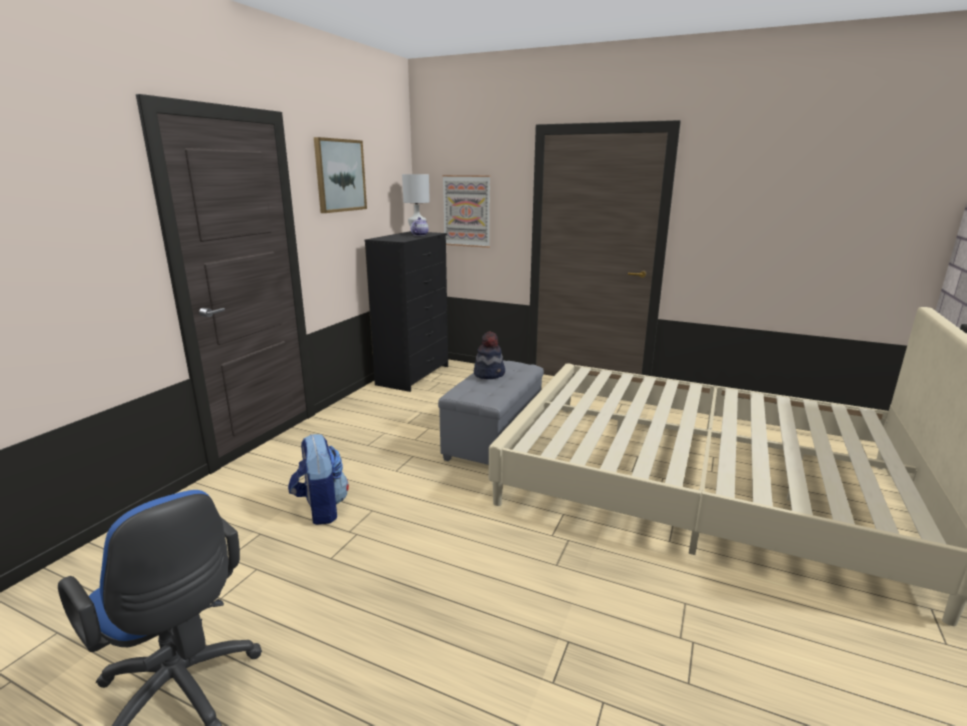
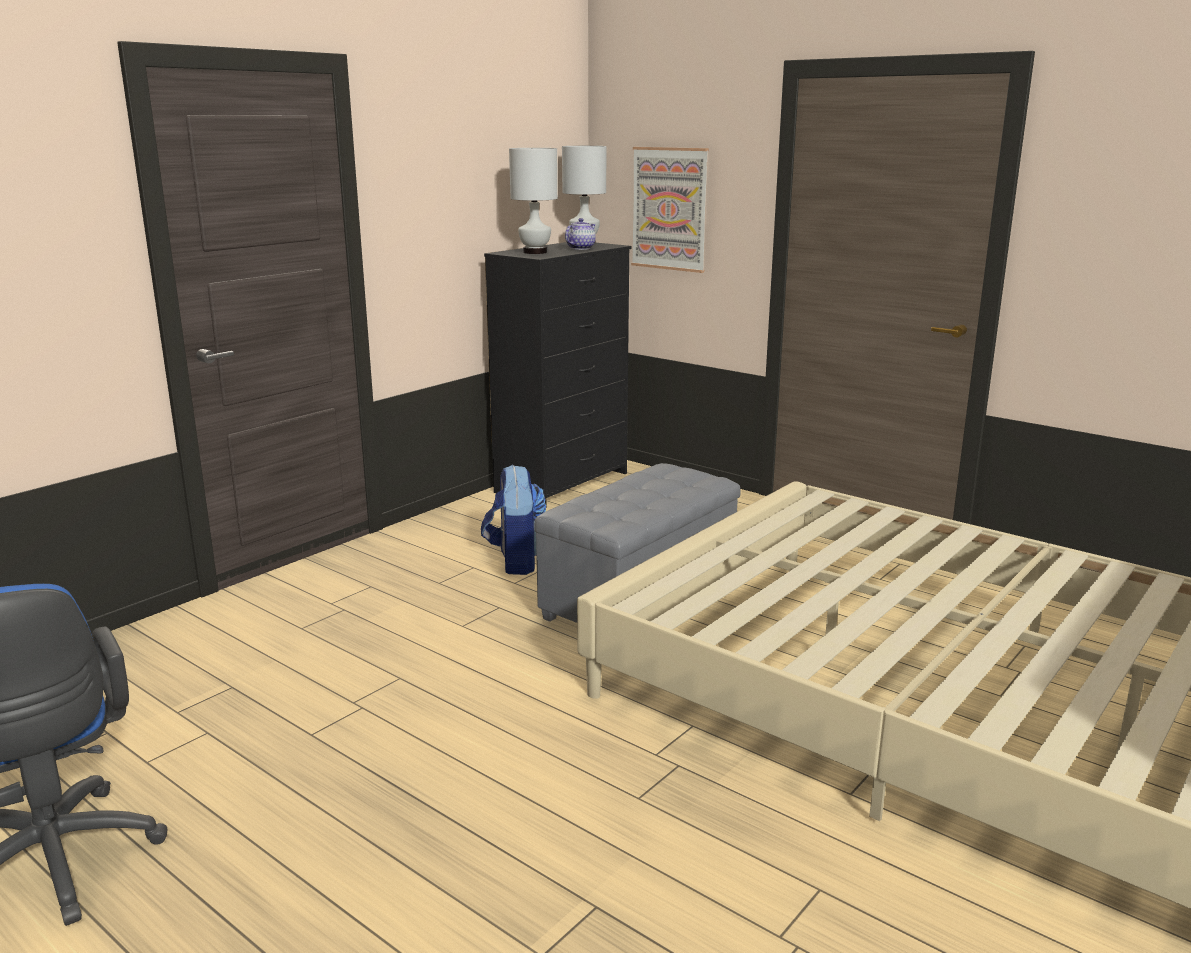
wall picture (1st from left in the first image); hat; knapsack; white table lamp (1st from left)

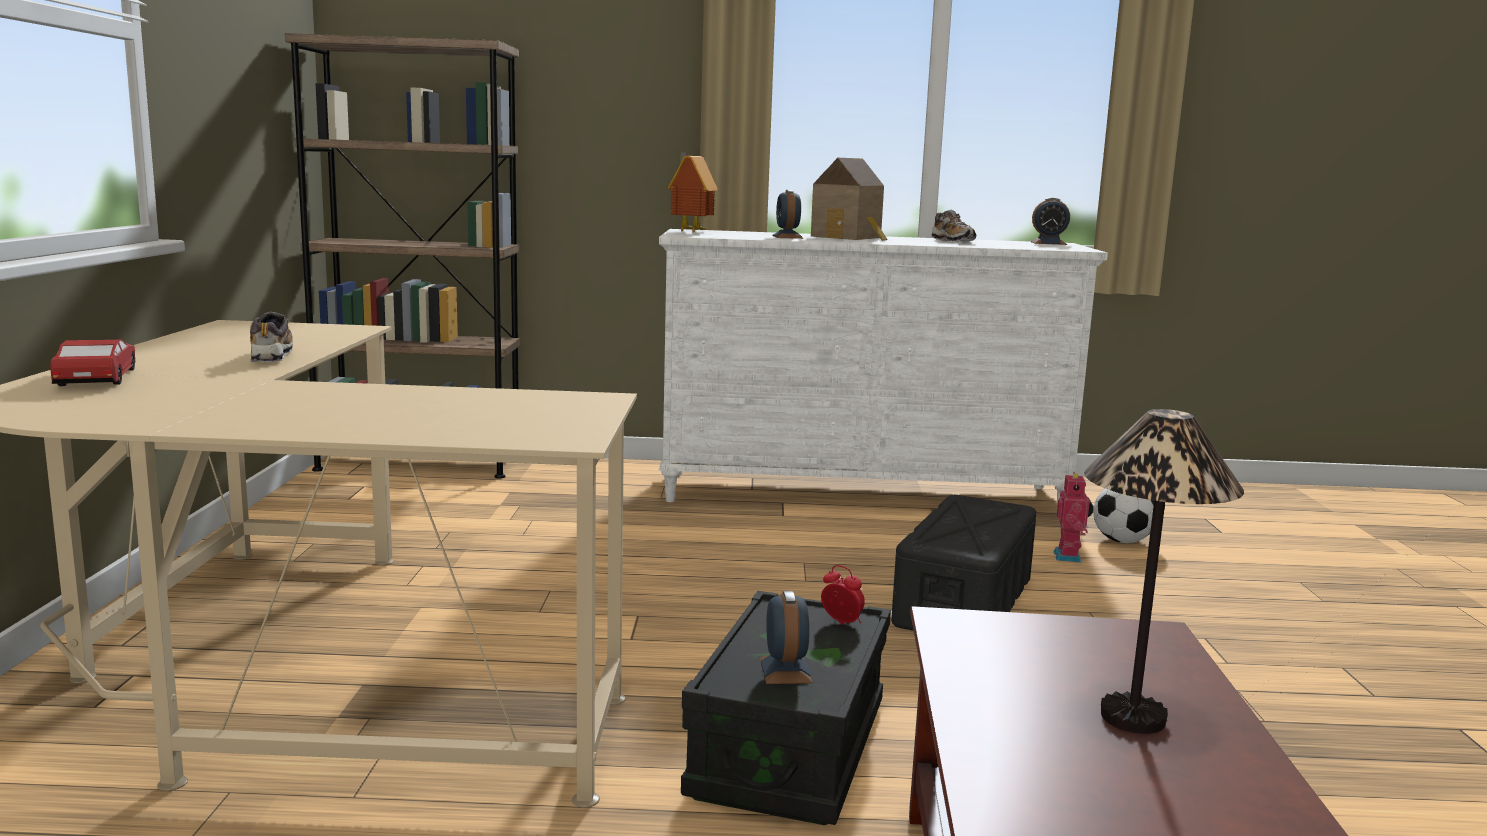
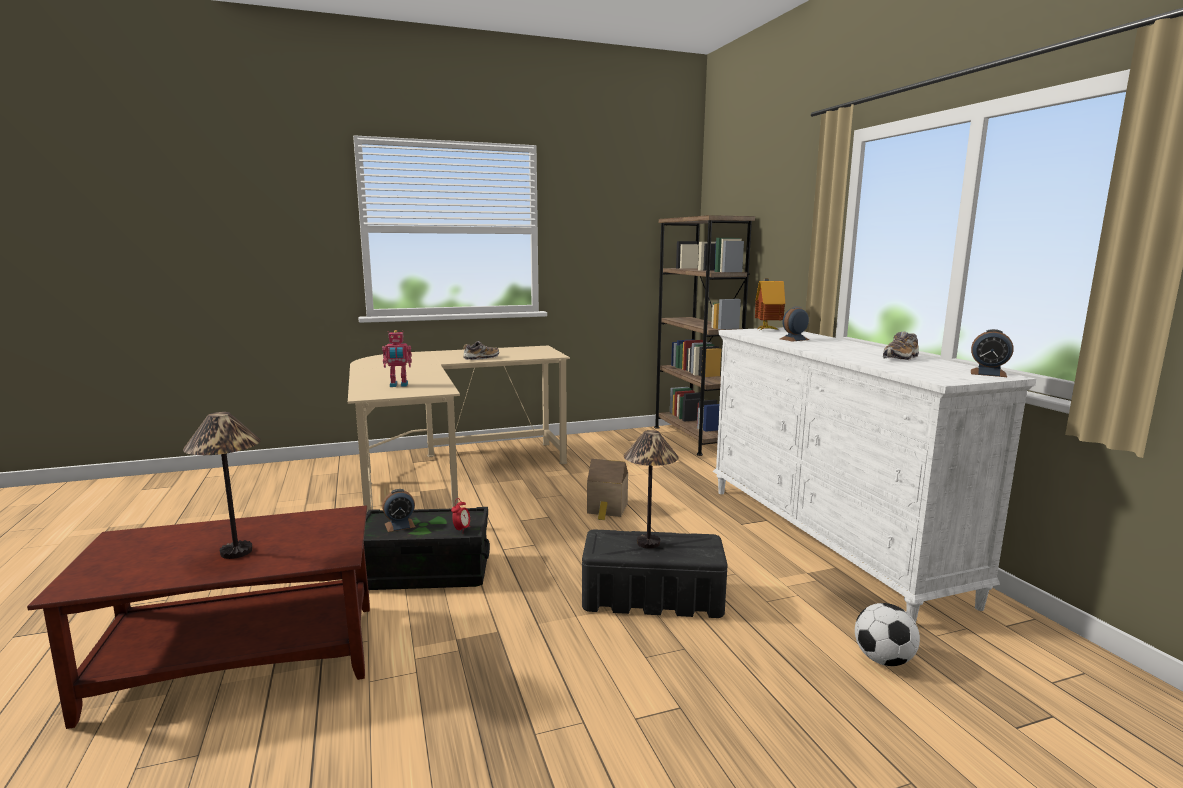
miniature house (1st from left); bedside clock (4th from left); model car; robot figure; table lamp (2nd from left)

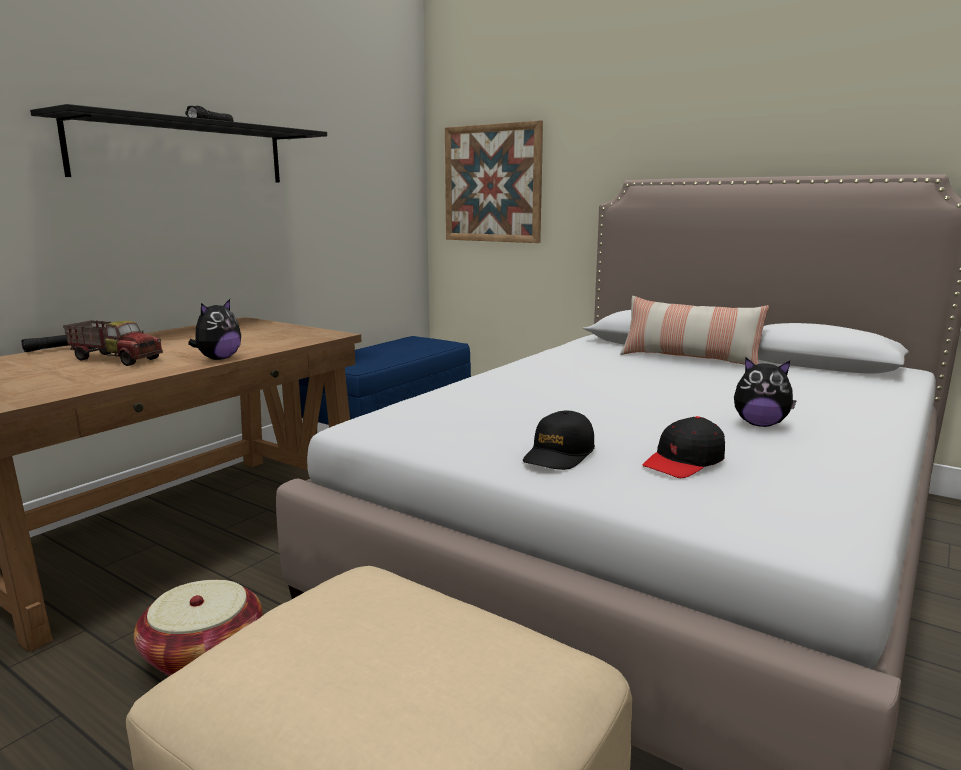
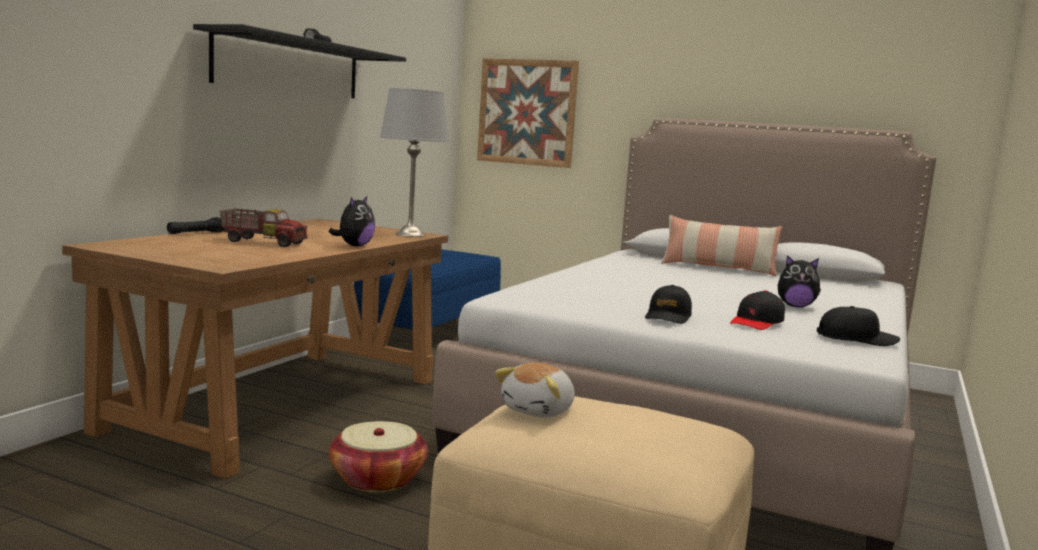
greyish table lamp; black baseball cap (3rd from left); cuddly toy (2nd from left)

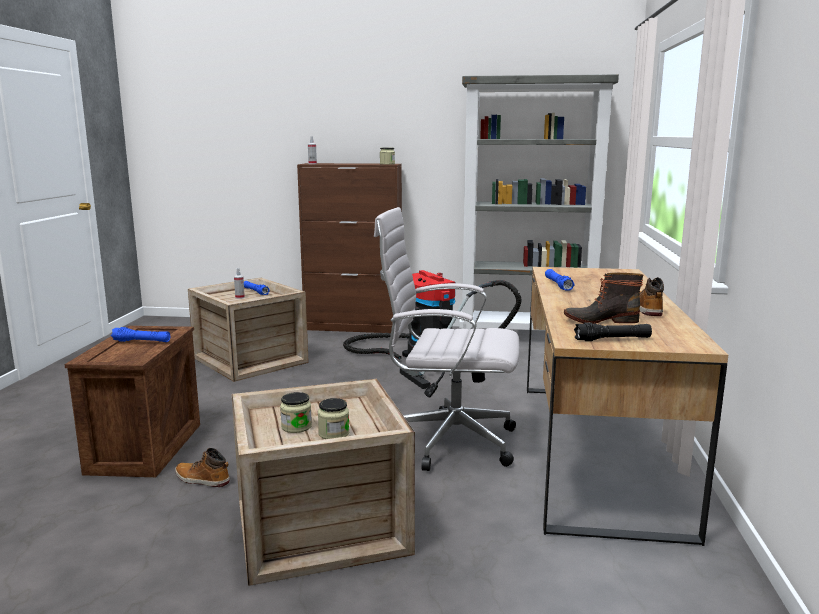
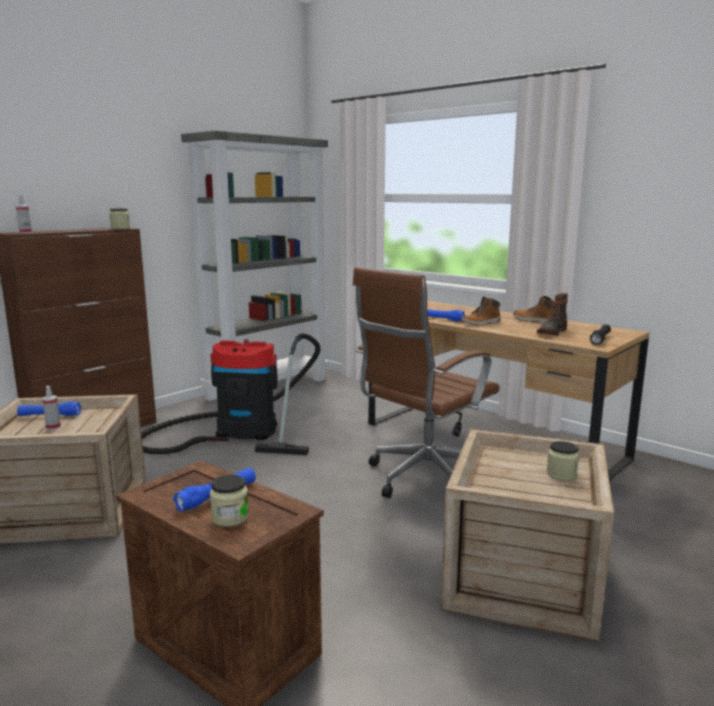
brown-coloured office chair; storage jar (2nd from left); tall boot (1st from left)

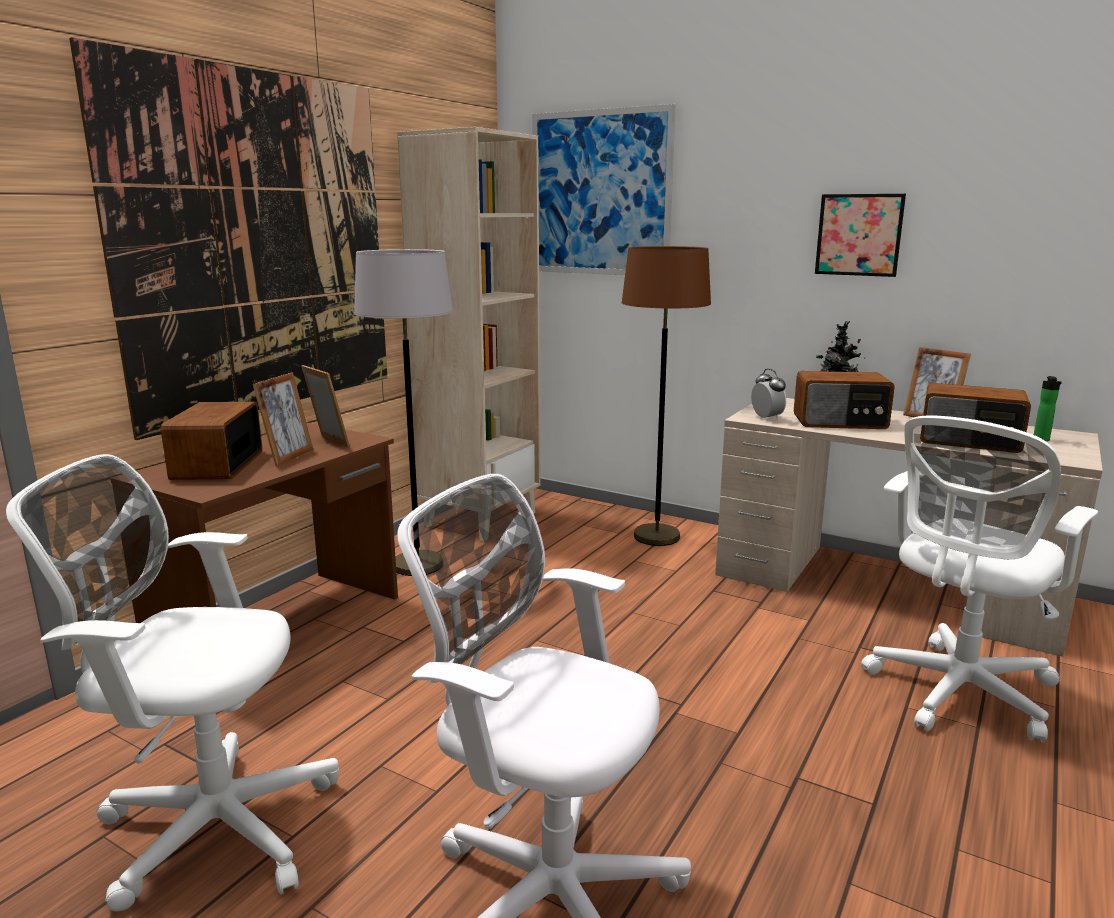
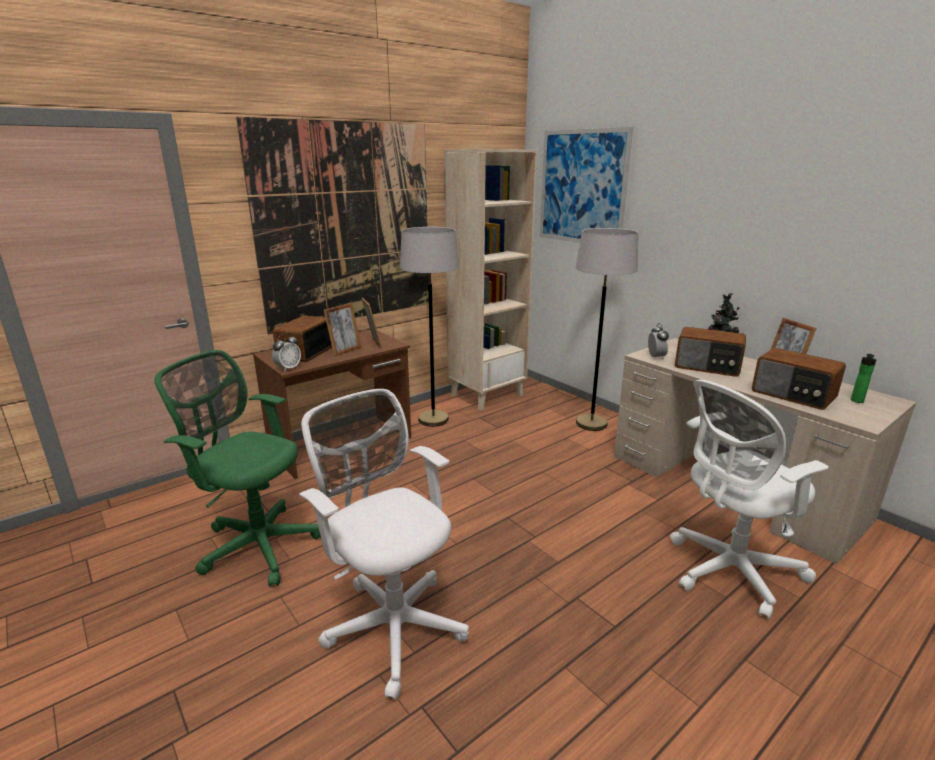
wall picture (3rd from left in the first image); greyish standing lamp (2nd from left); green office chair; bedside clock (1st from left)

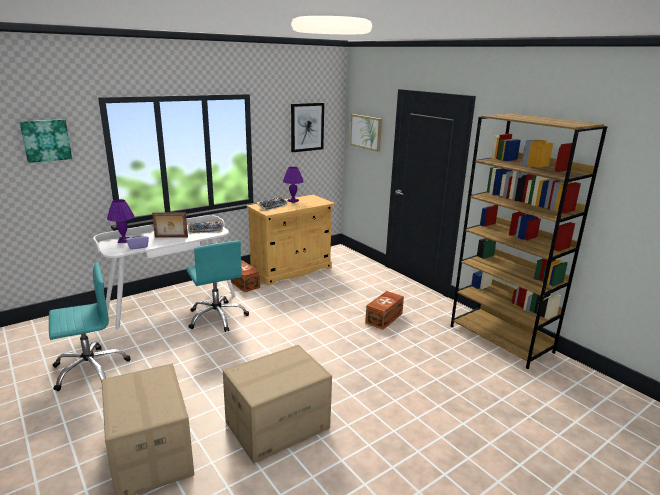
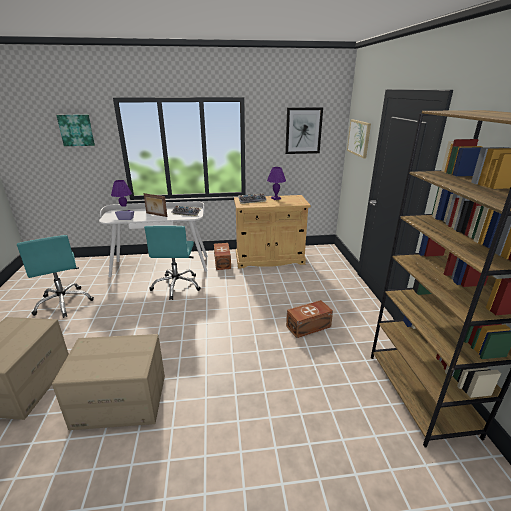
turquoise office chair (1st from left)

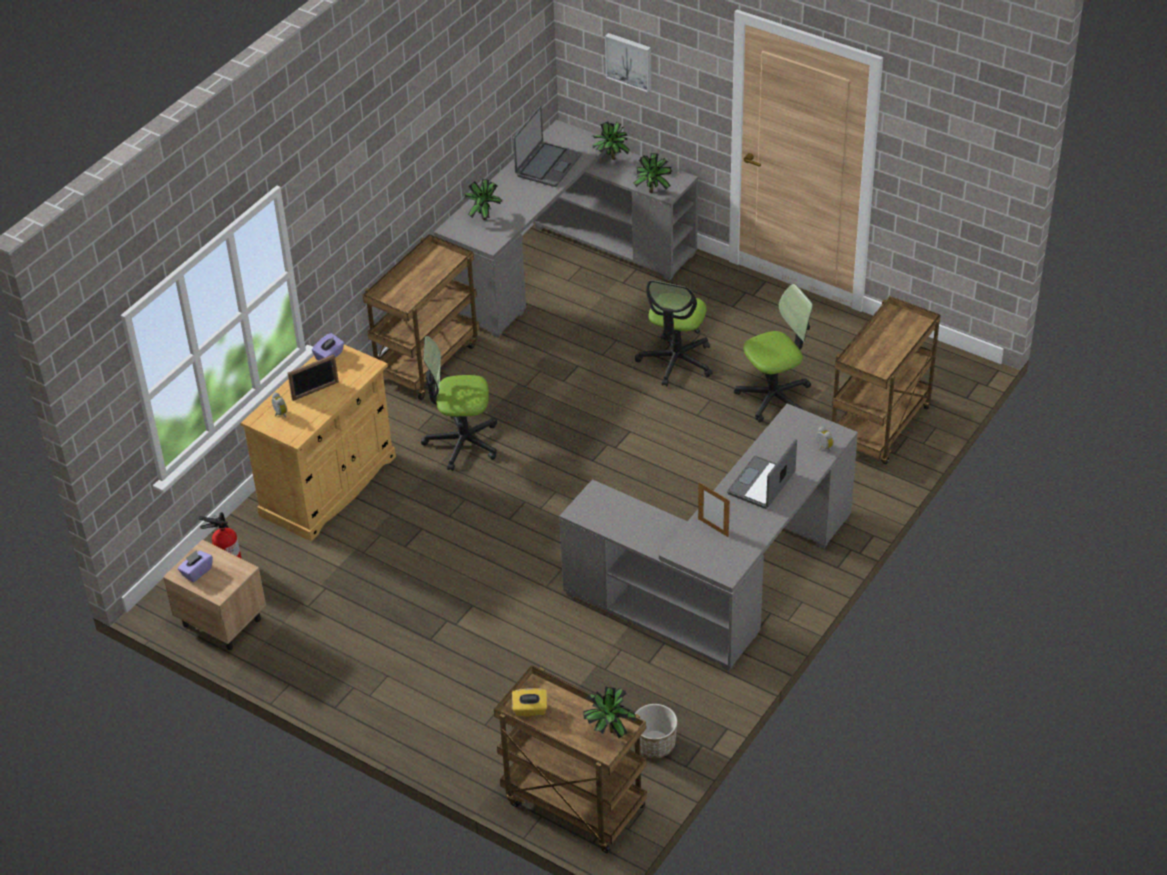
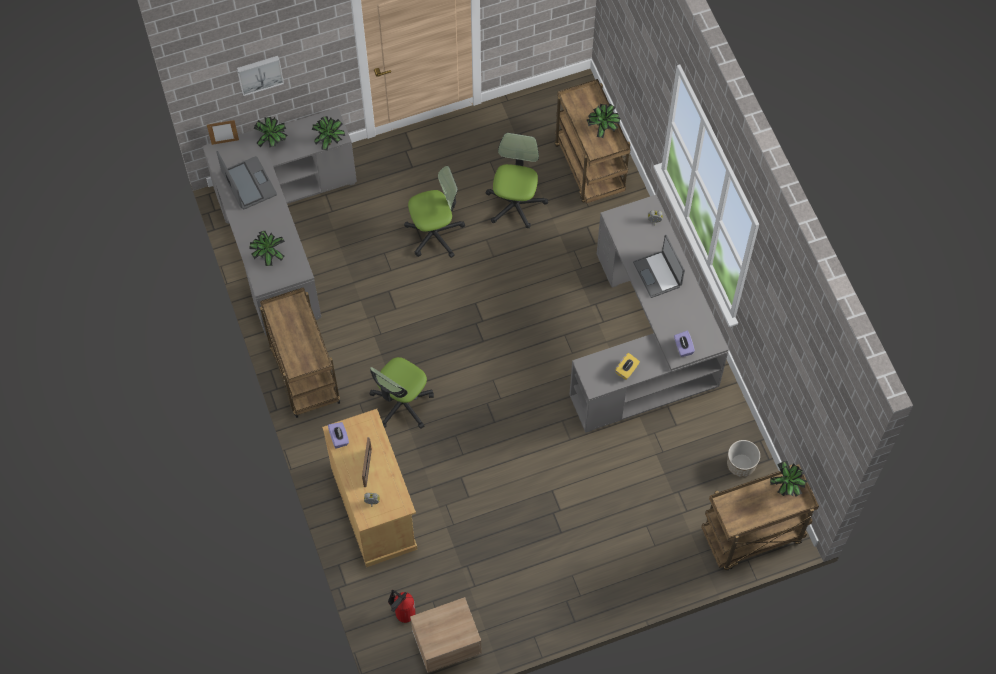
office chair (2nd from left); picture frame (1st from left); purple tissue box (2nd from left); yellow-coloured tissue box; potted plant (4th from left)

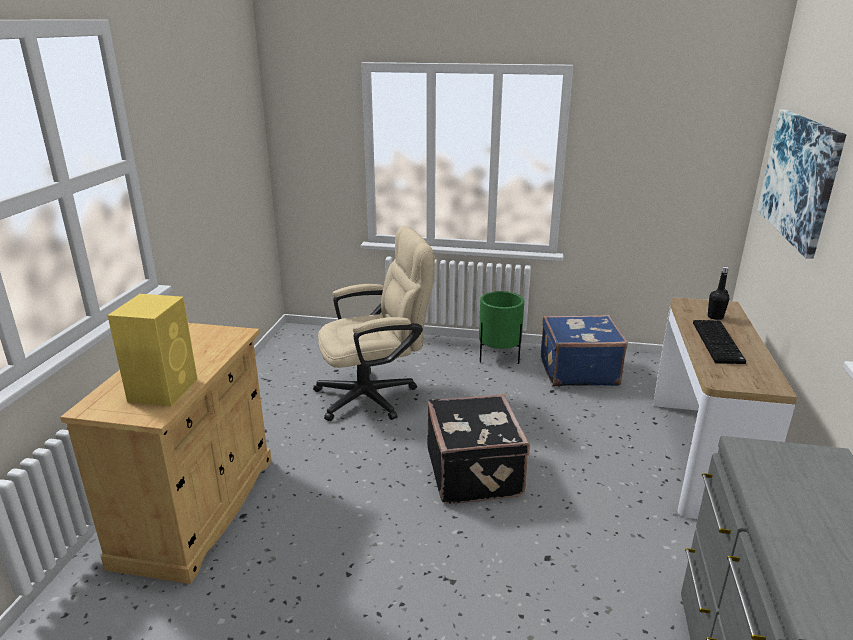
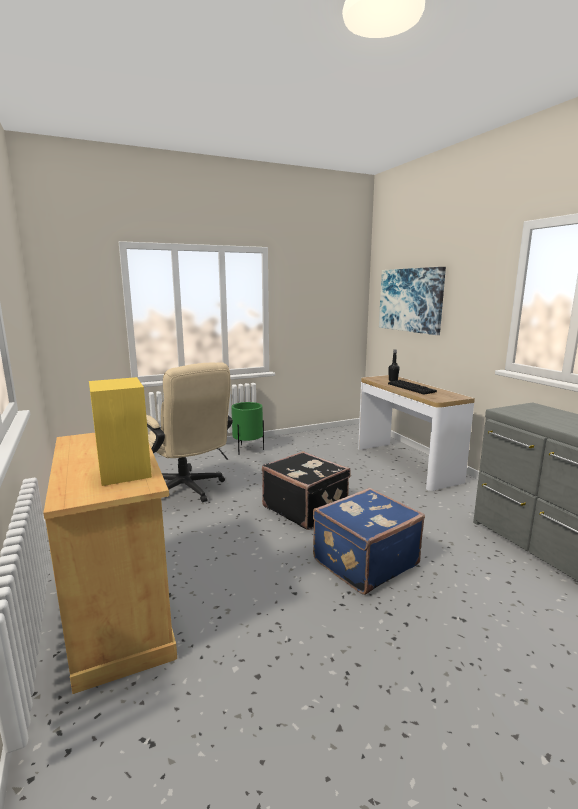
beige office chair; bluish suitcase

